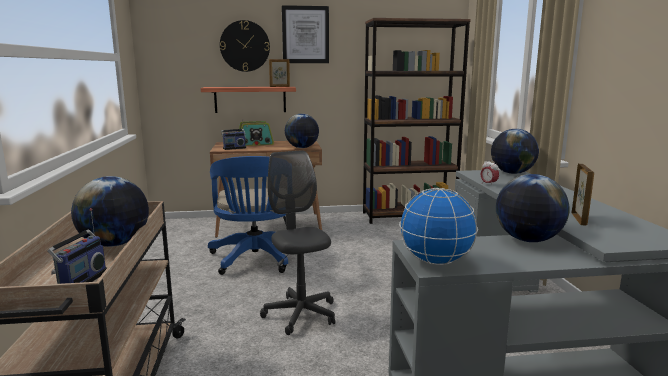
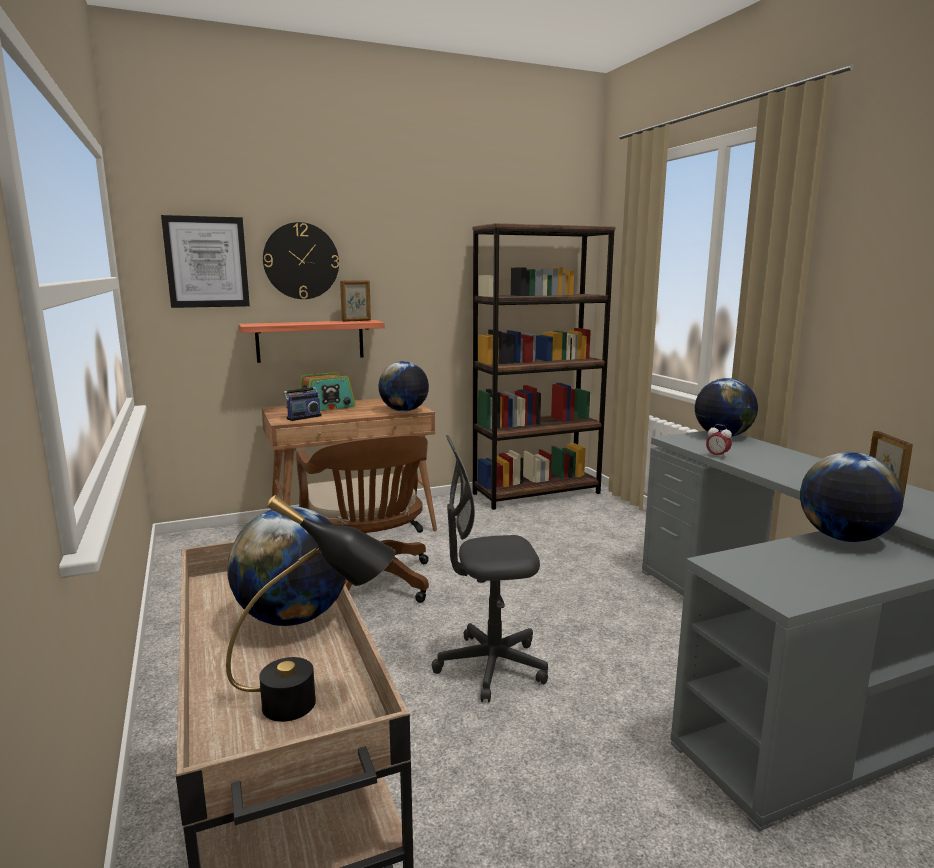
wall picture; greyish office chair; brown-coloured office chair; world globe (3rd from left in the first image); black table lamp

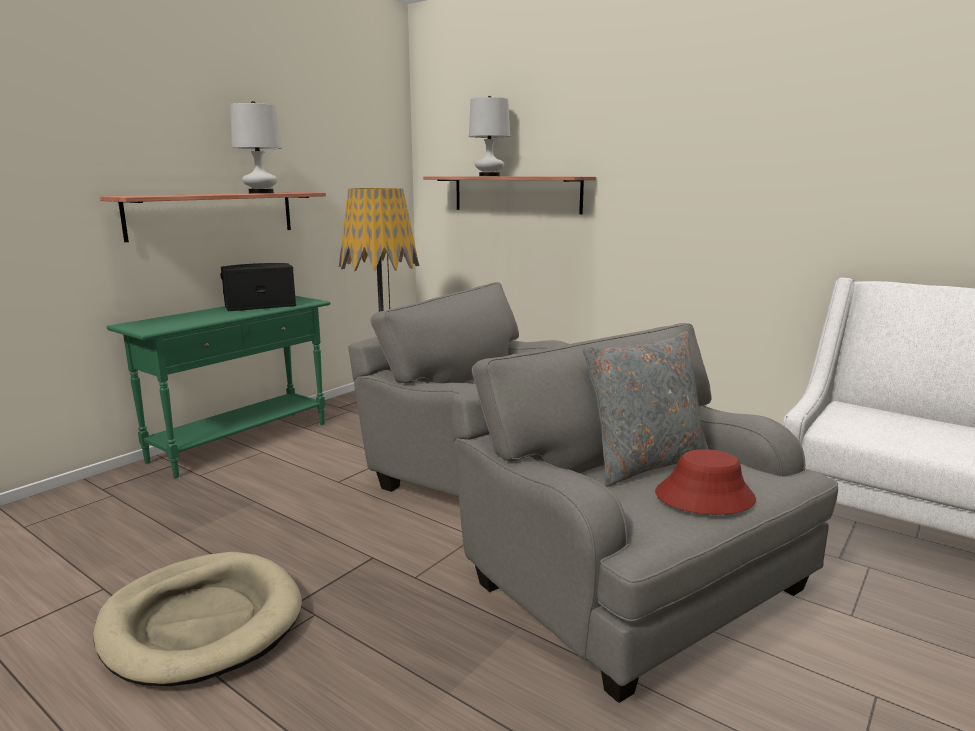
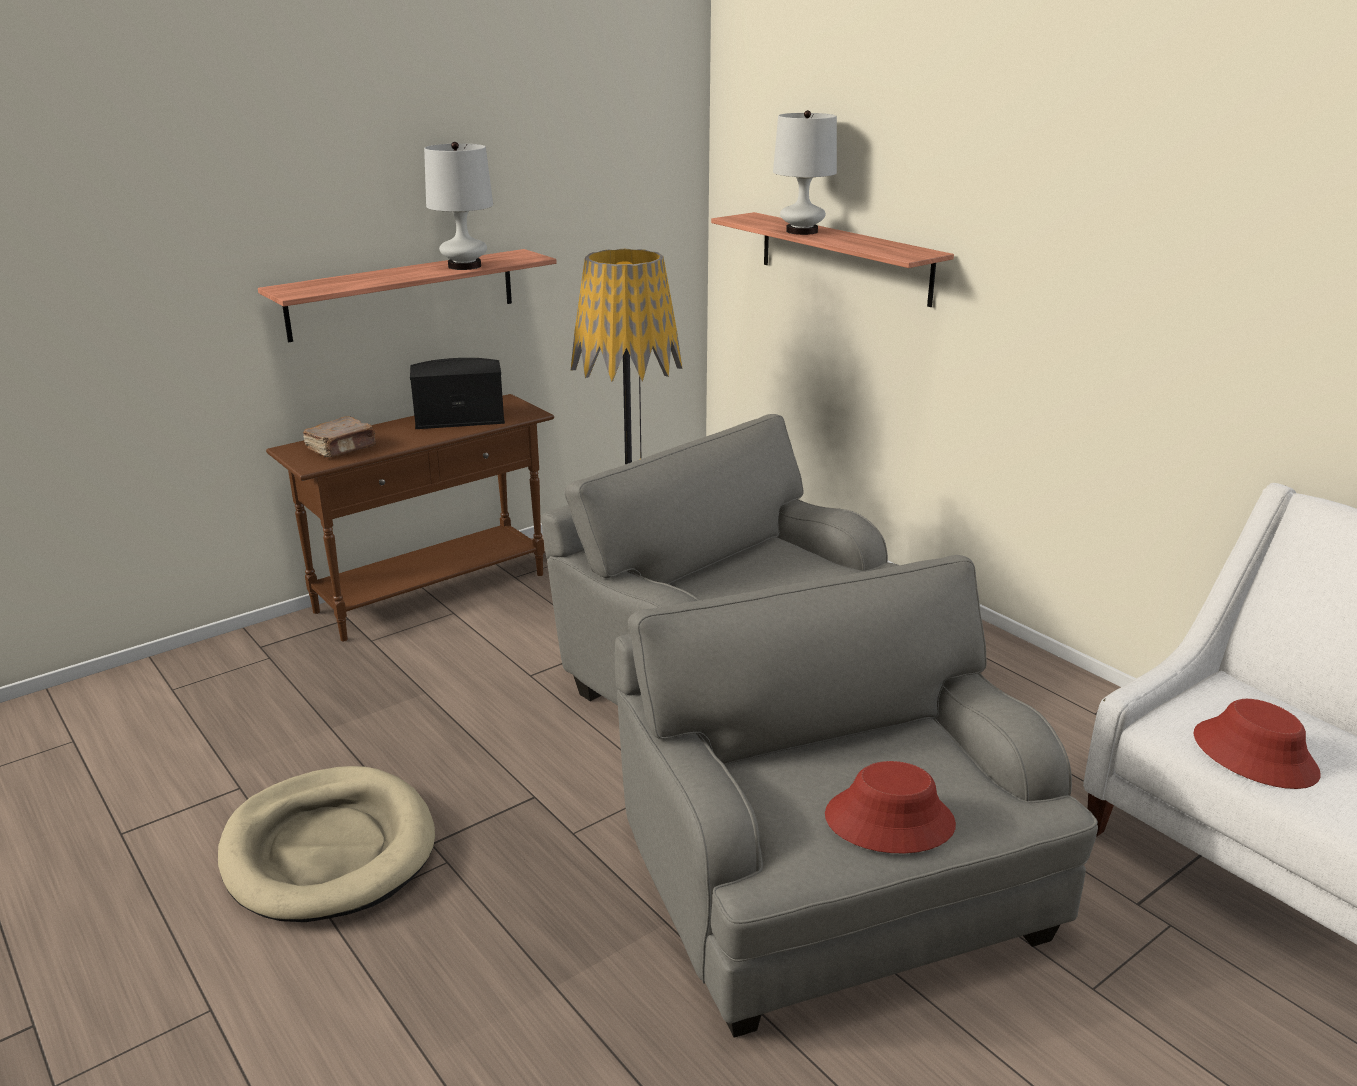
brown-coloured narrow table; greyish cushion; brown-coloured volume; reddish hat (2nd from left)

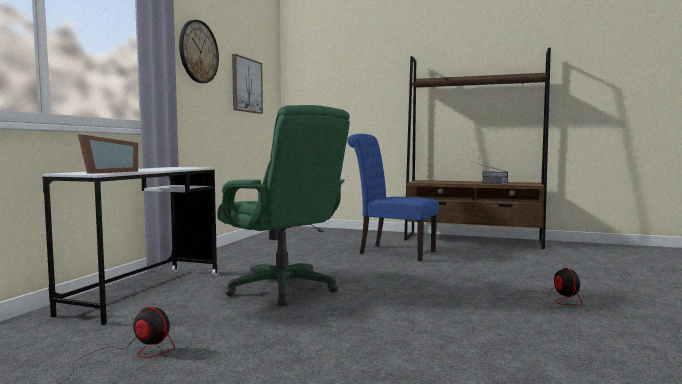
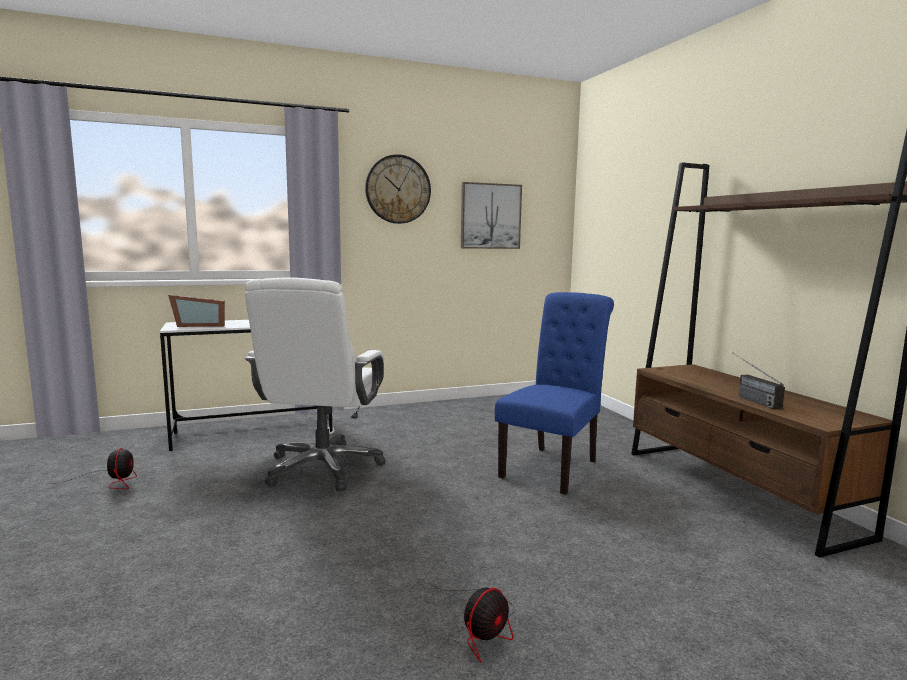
white office chair; bluish upright chair

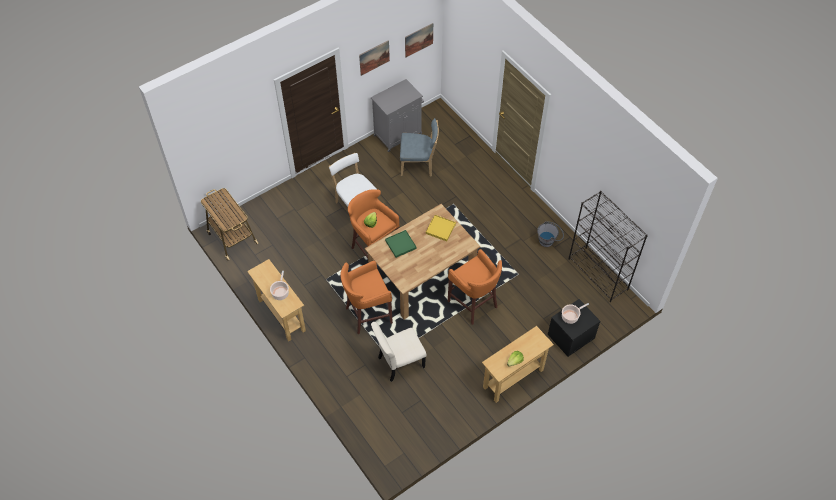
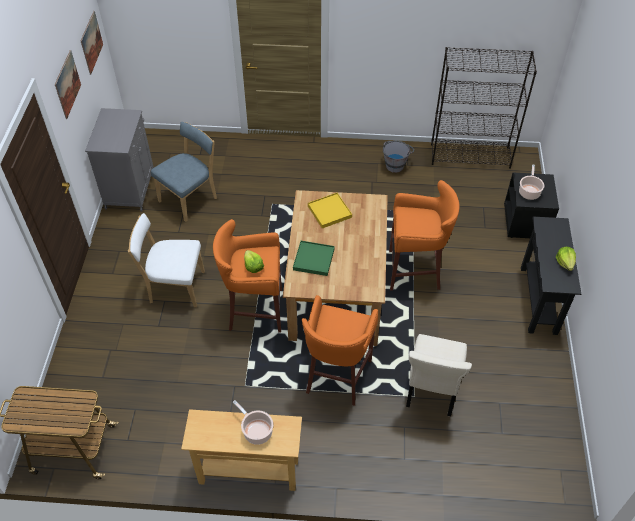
black narrow table

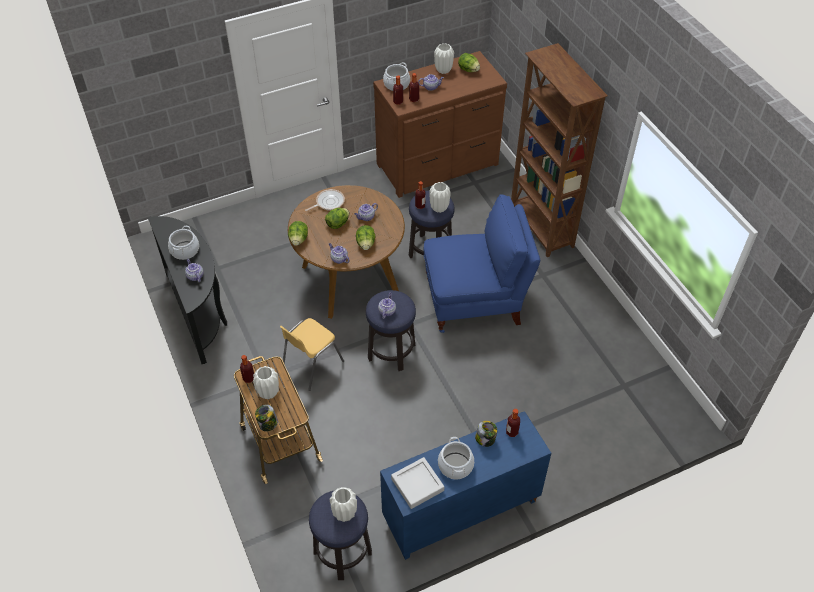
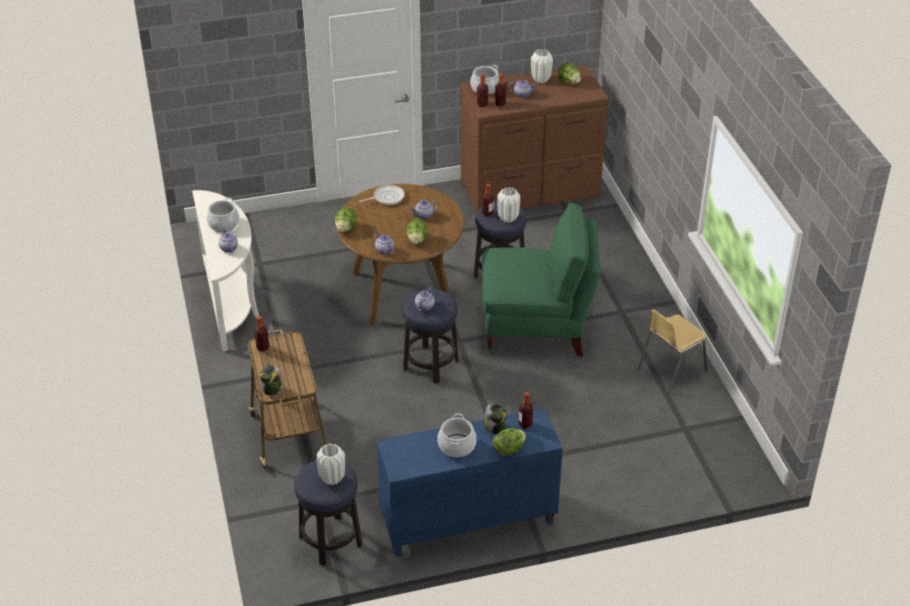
brown-coloured bookshelf; green upright chair; head of lettuce (3rd from left); white narrow table; yellow-coloured upright chair; white flower vase (1st from left in the first image); greyish serving tray

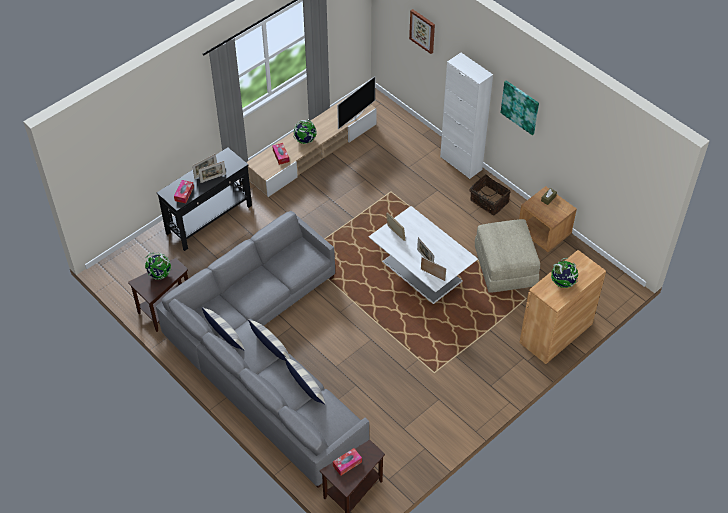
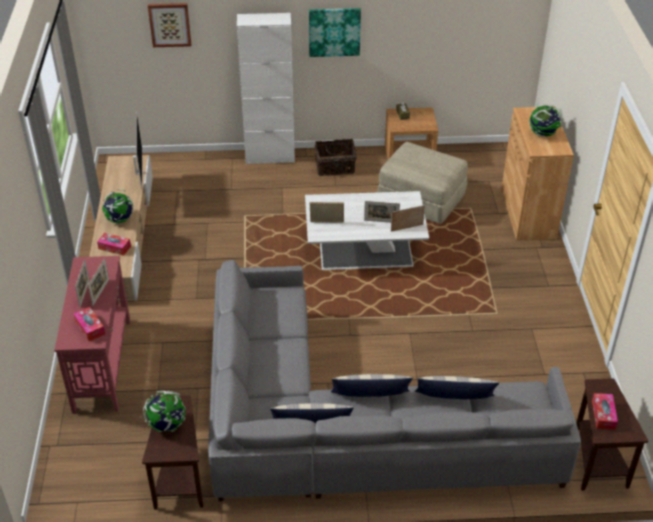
reddish narrow table

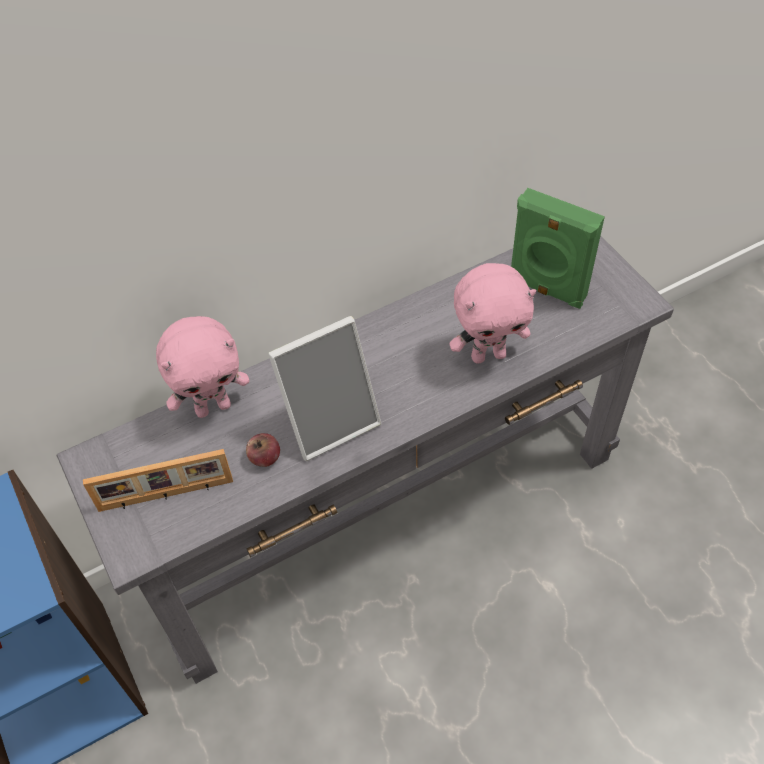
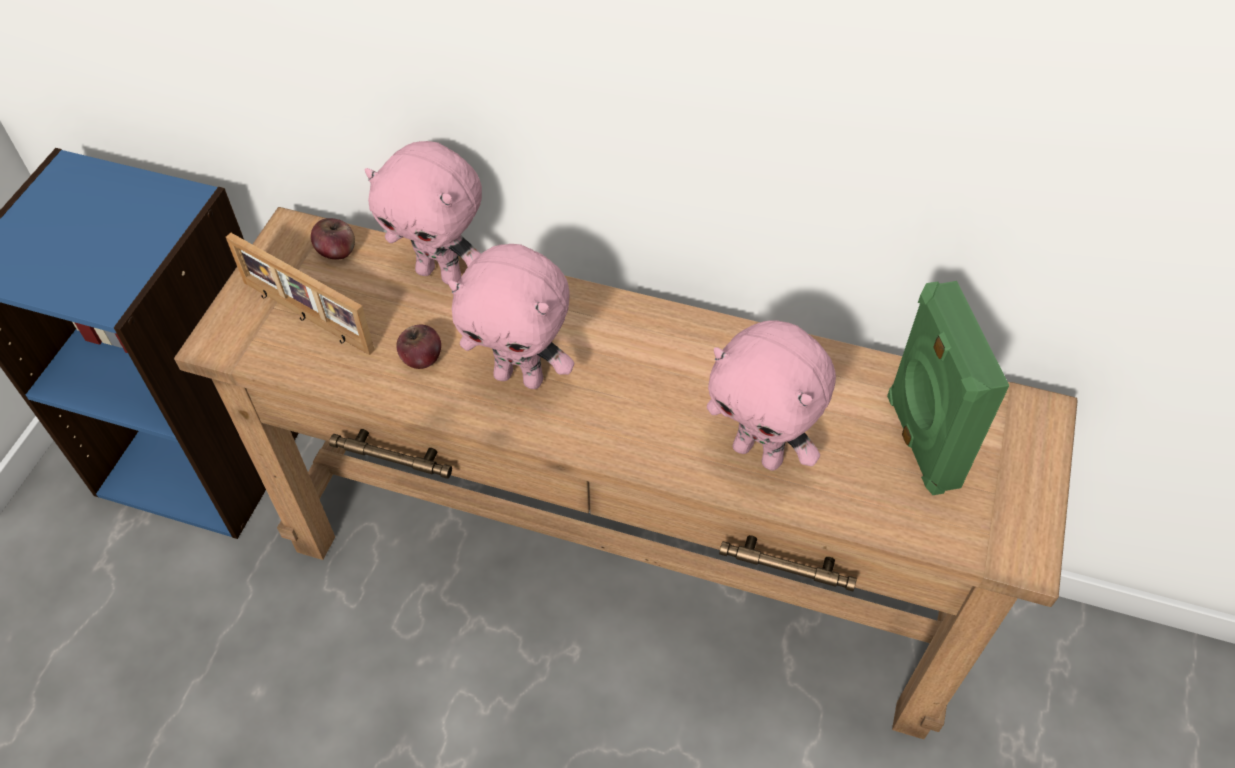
brown-coloured narrow table; pinkish cuddly toy (2nd from left); apple (1st from left)

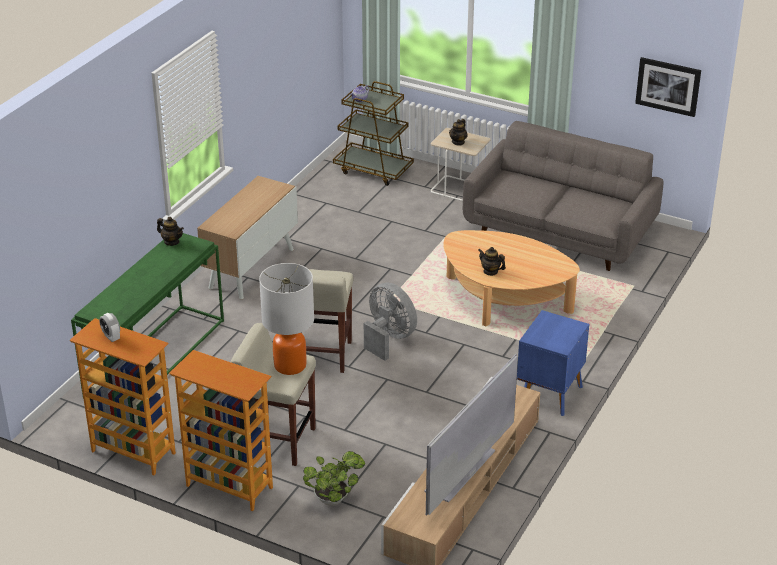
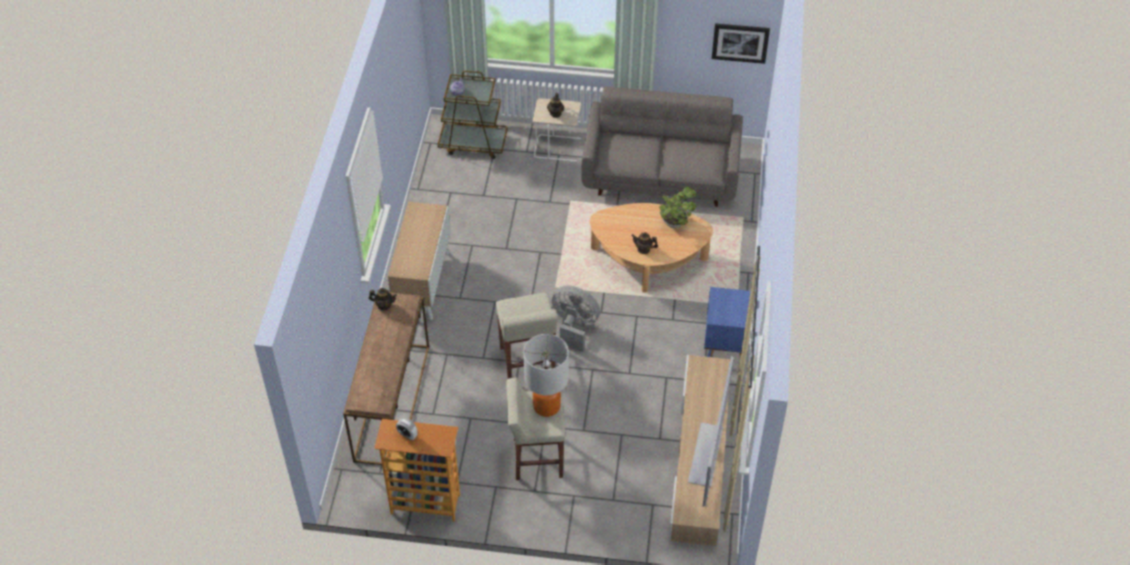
brown-coloured narrow table; bookshelf (2nd from left in the first image); potted plant

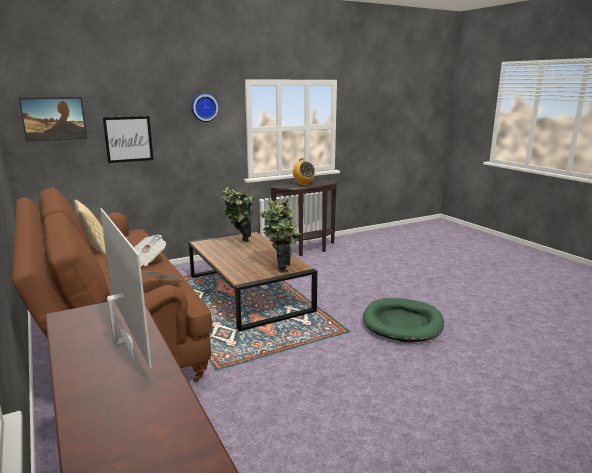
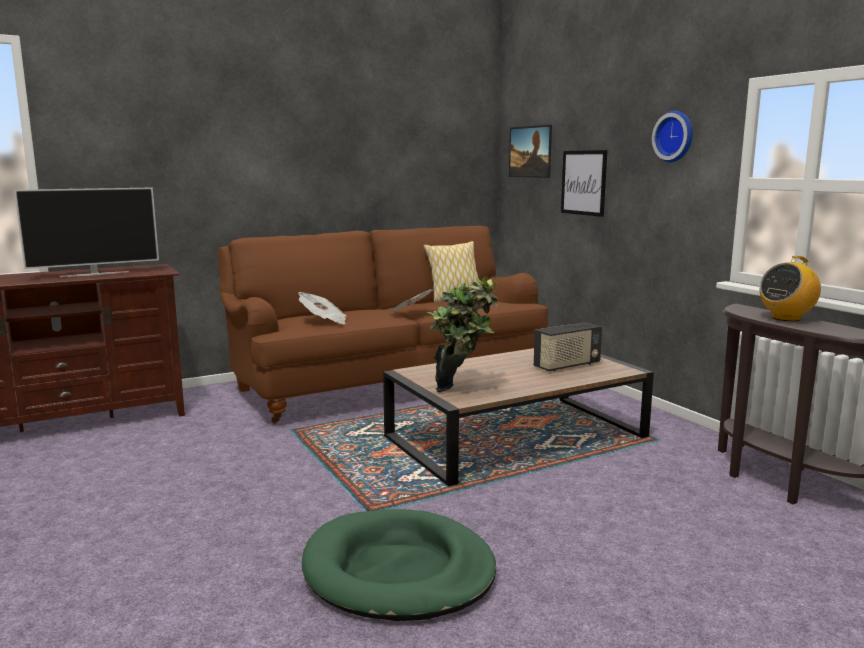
radio receiver (1st from left)

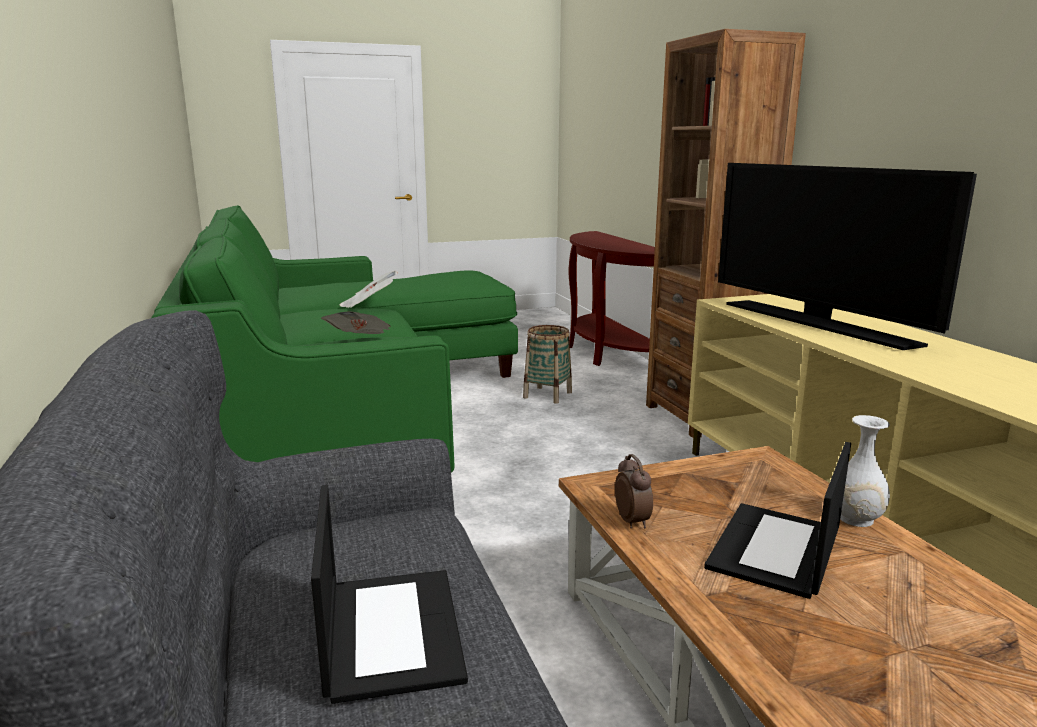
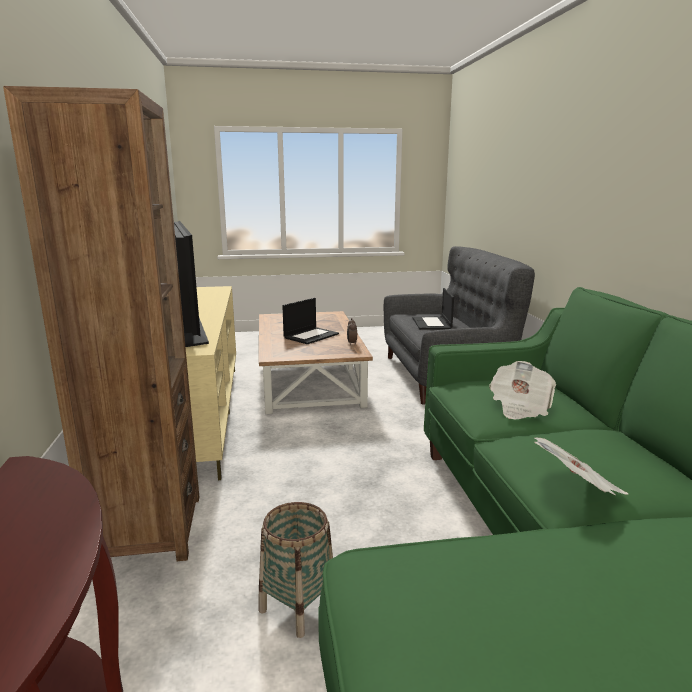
white flower vase

